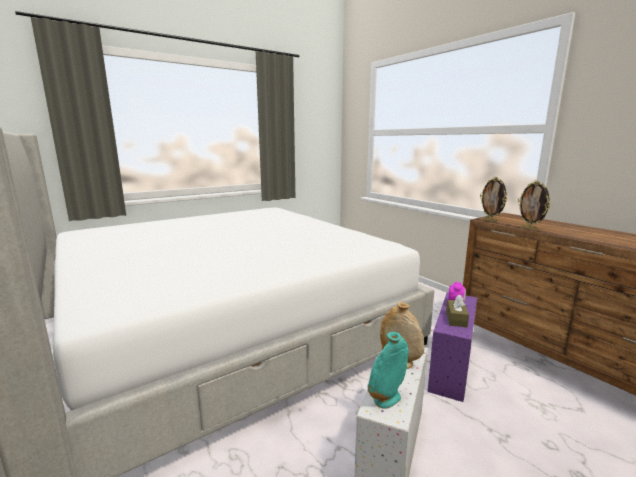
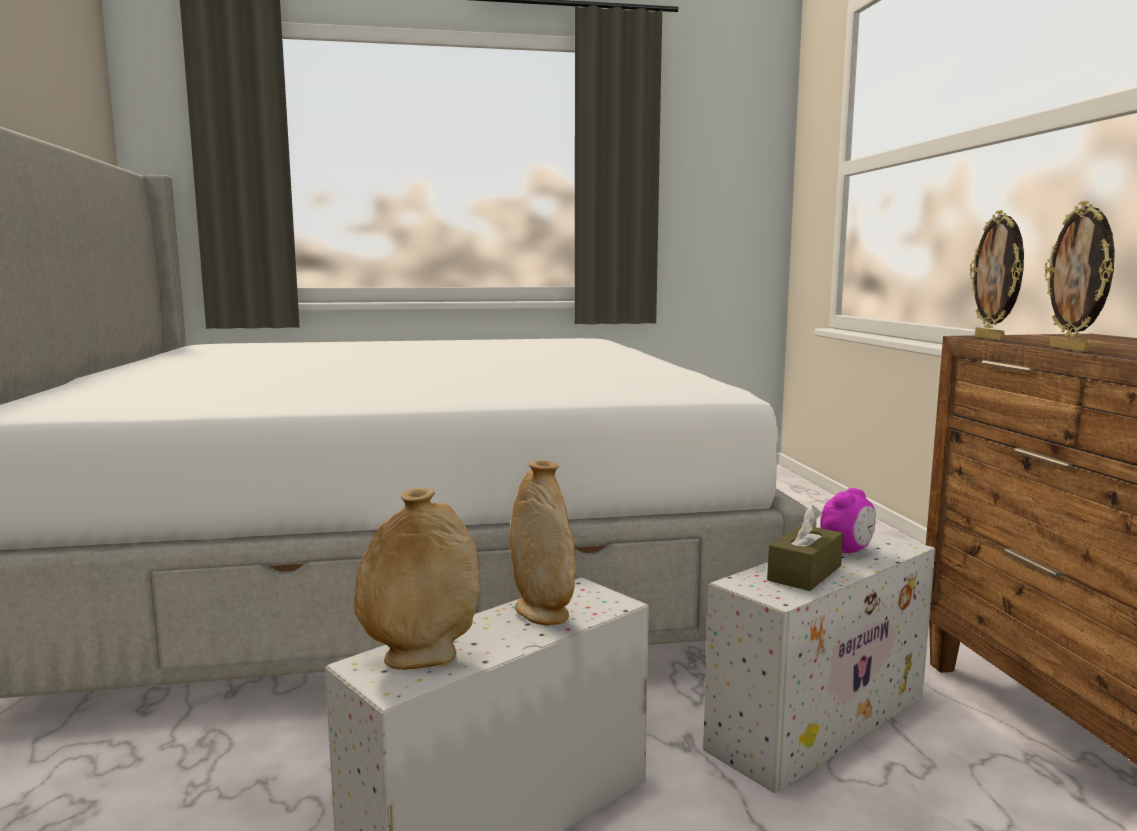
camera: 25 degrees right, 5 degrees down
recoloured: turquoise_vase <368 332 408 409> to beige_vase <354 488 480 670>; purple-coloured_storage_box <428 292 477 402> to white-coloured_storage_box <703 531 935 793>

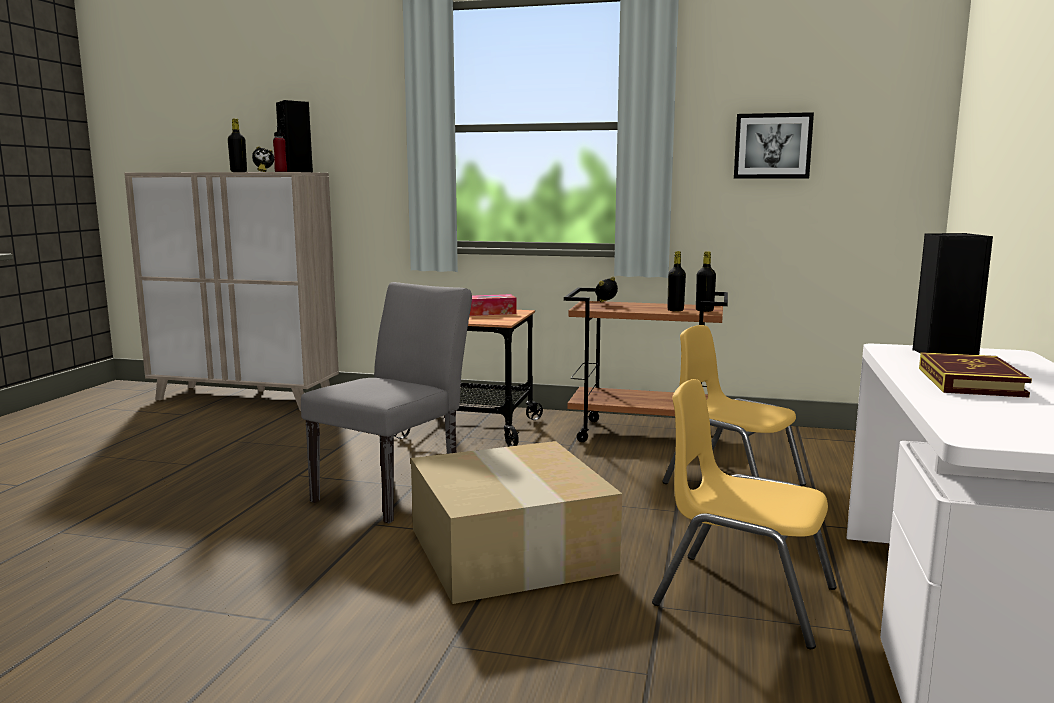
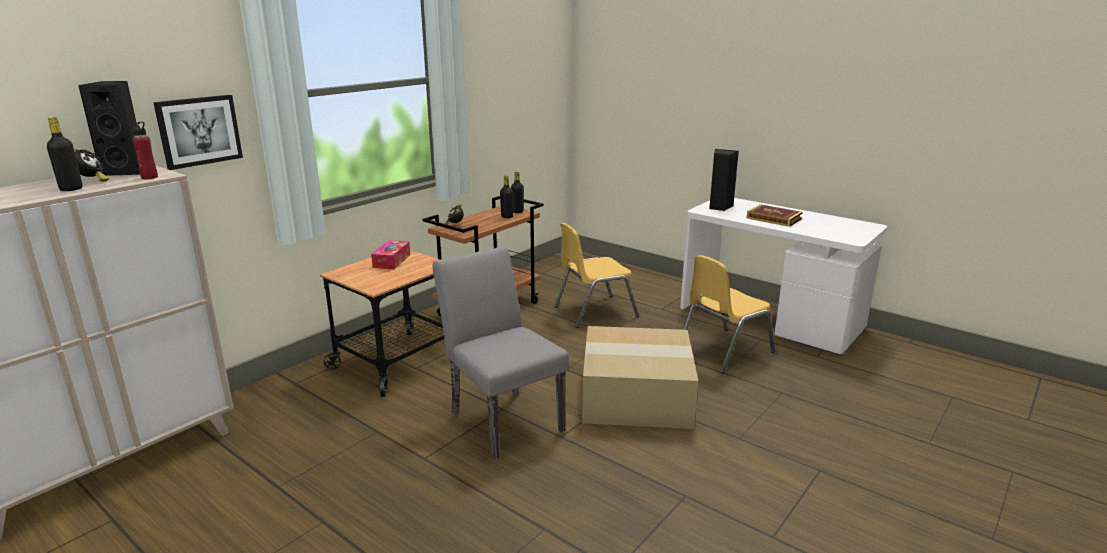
camera: 65 degrees left, 10 degrees up
moved: picture <734 112 814 179> to <153 95 243 170>

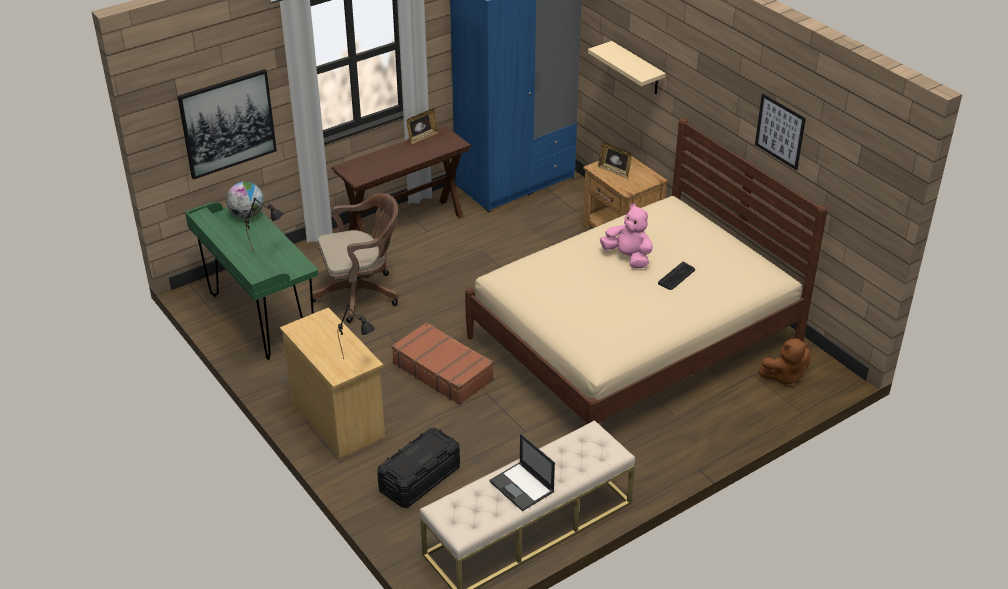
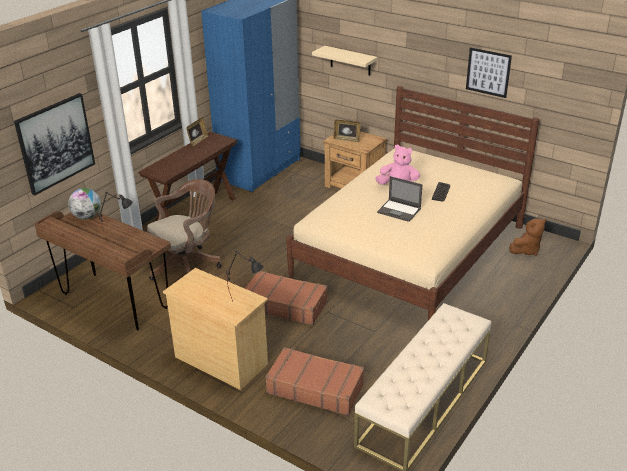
camera: 20 degrees left, 5 degrees down
moved: notebook_computer <489 434 555 511> to <377 176 423 222>
replaced: black_storage_box <377 428 460 508> to brown_piece_of_luggage <265 347 364 416>
recoloured: green_desk <185 202 318 360> to brown_desk <34 211 171 331>

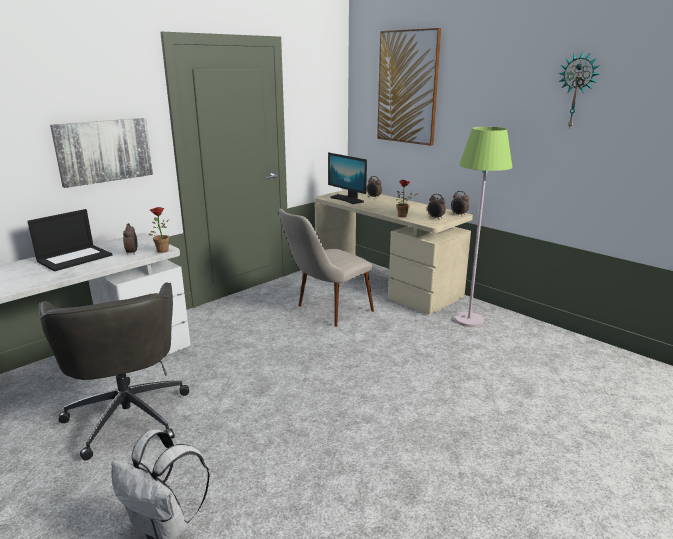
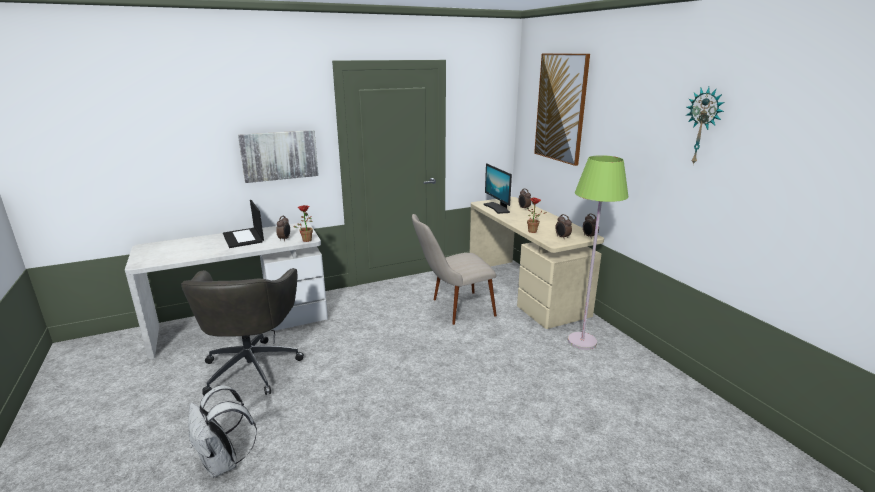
camera: 20 degrees right, 0 degrees up
turned: notebook_computer <27 209 112 272> = <223 200 264 248> 90 degrees clockwise

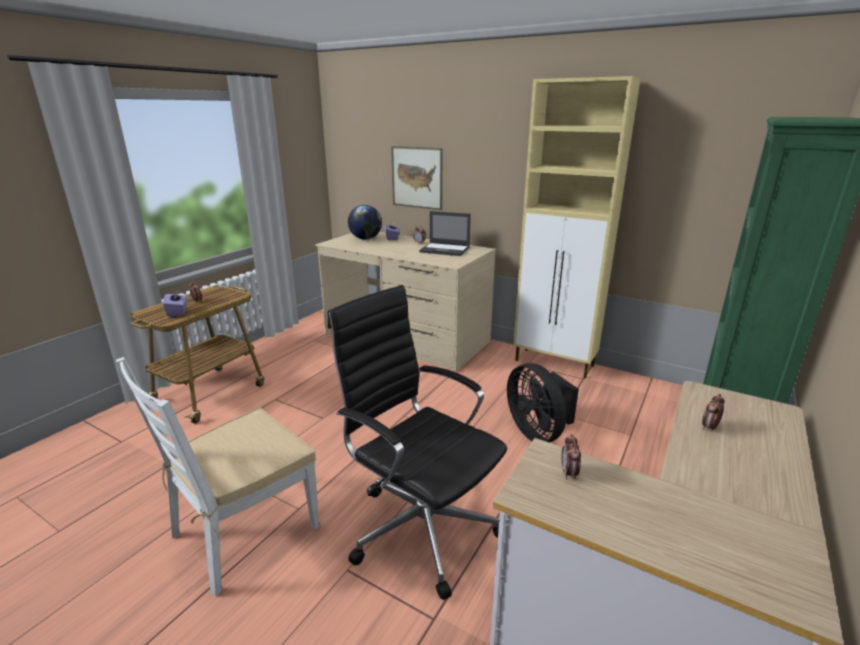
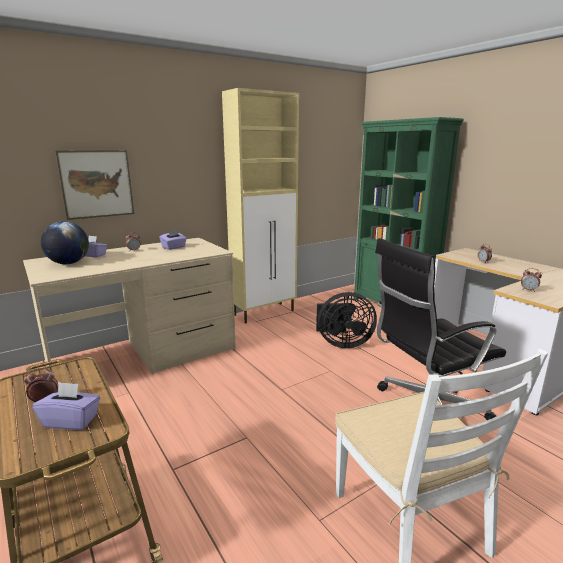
camera: 65 degrees left, 5 degrees down
replaced: notebook_computer <419 211 471 256> to purple-coloured_box_of_tissues <159 230 187 250>

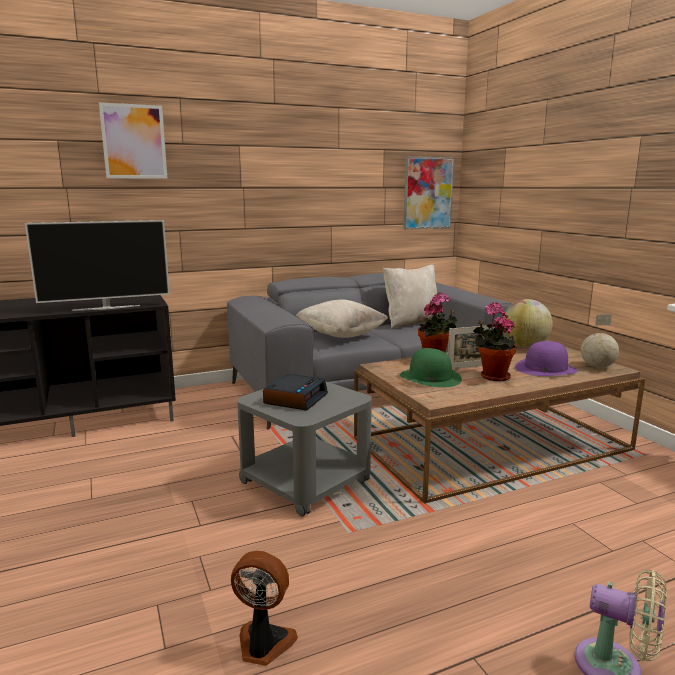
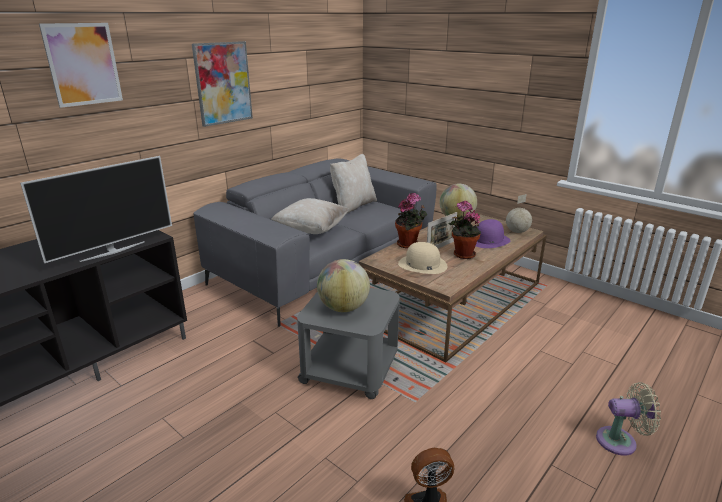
camera: 25 degrees left, 10 degrees up
moved: picture <404 156 454 230> to <192 41 253 127>
replaced: bedside_clock <263 374 328 411> to globe <317 259 370 312>
recoloured: green_wearable_hat <400 348 462 388> to beige_wearable_hat <398 242 448 274>

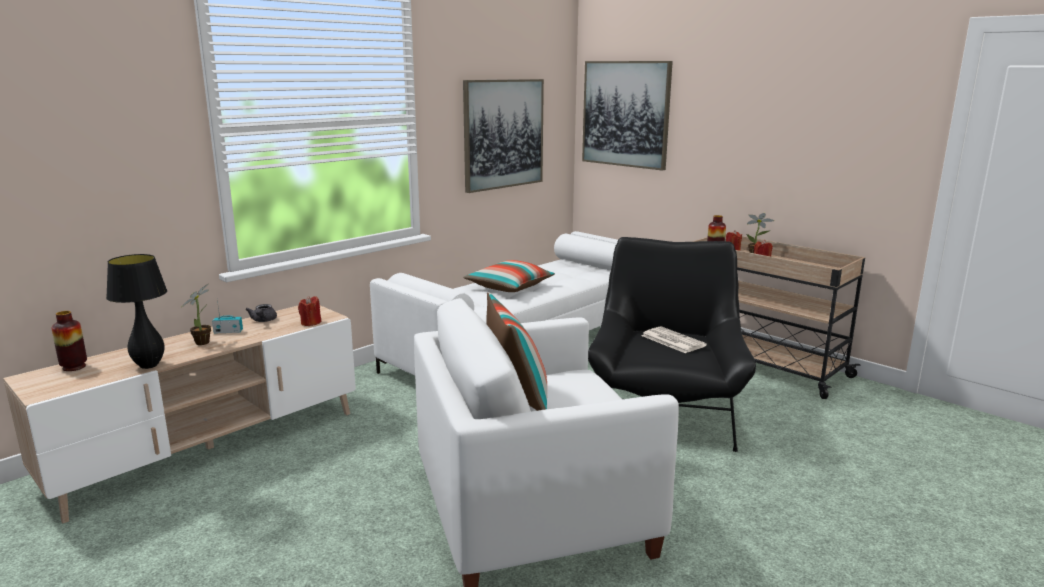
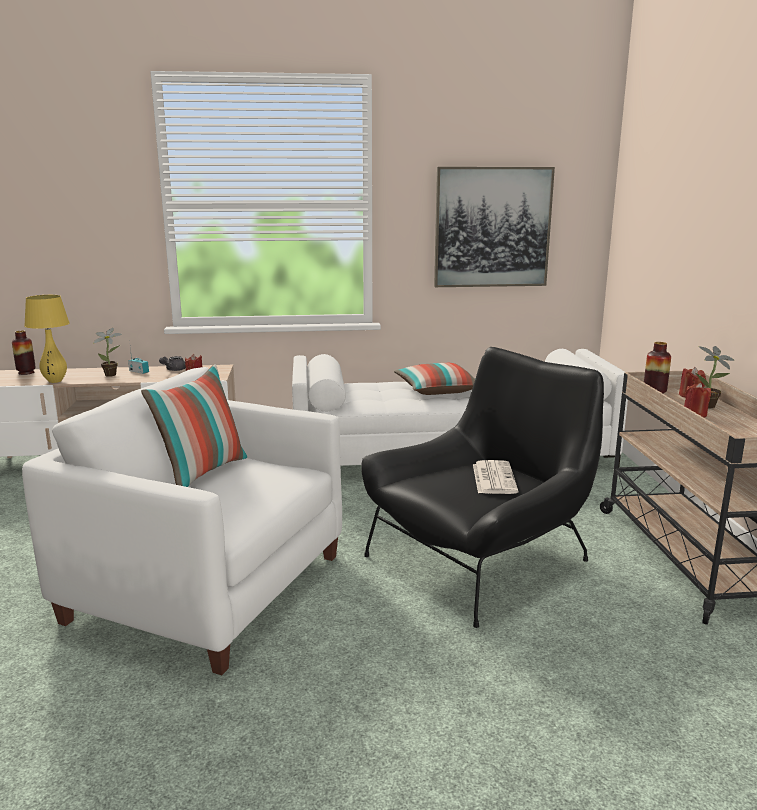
camera: 40 degrees right, 0 degrees up
removed: picture <582 61 673 171>
recoloured: black_table_lamp <106 254 167 369> to yellow-coloured_table_lamp <24 295 70 383>

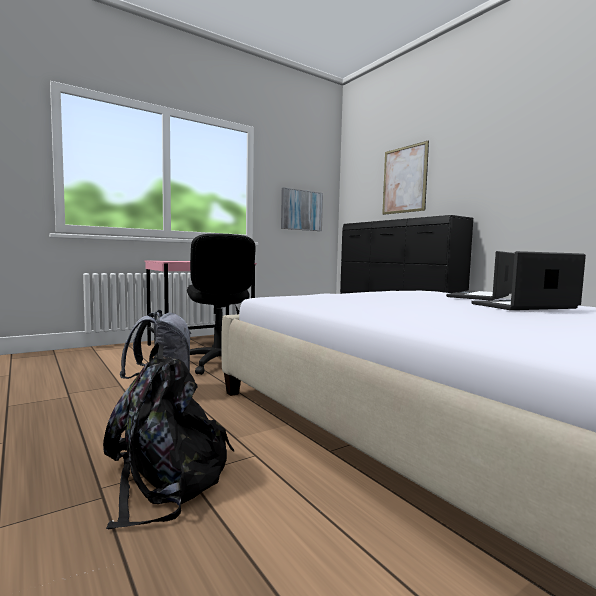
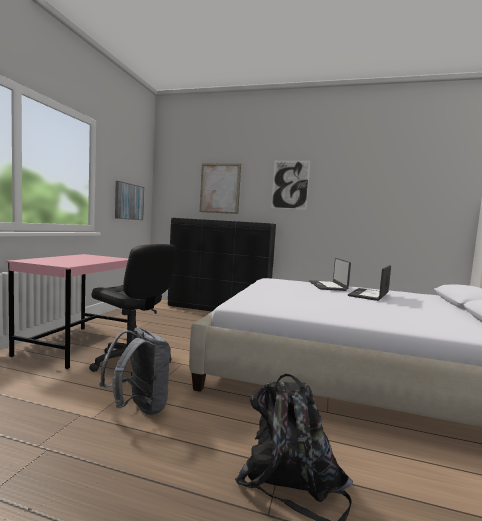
camera: 40 degrees left, 0 degrees up
added: picture <271 161 310 210>

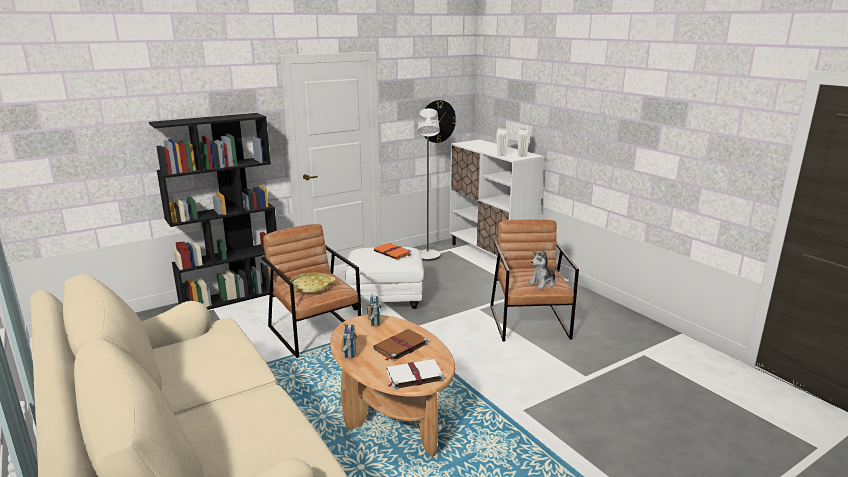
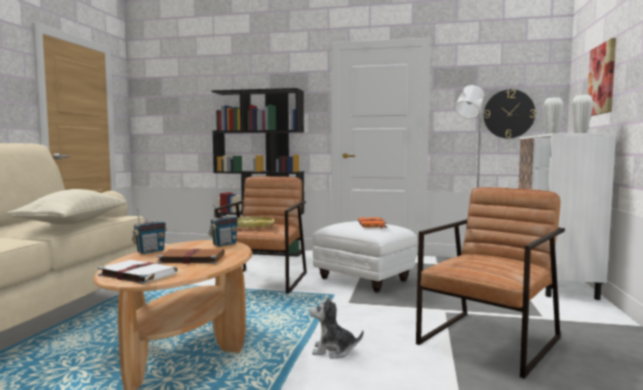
camera: 45 degrees right, 15 degrees down
added: beige_throw_pillow <7 189 127 225>; picture <588 38 616 116>
moved: cuddly_toy <528 250 557 289> to <309 297 363 359>

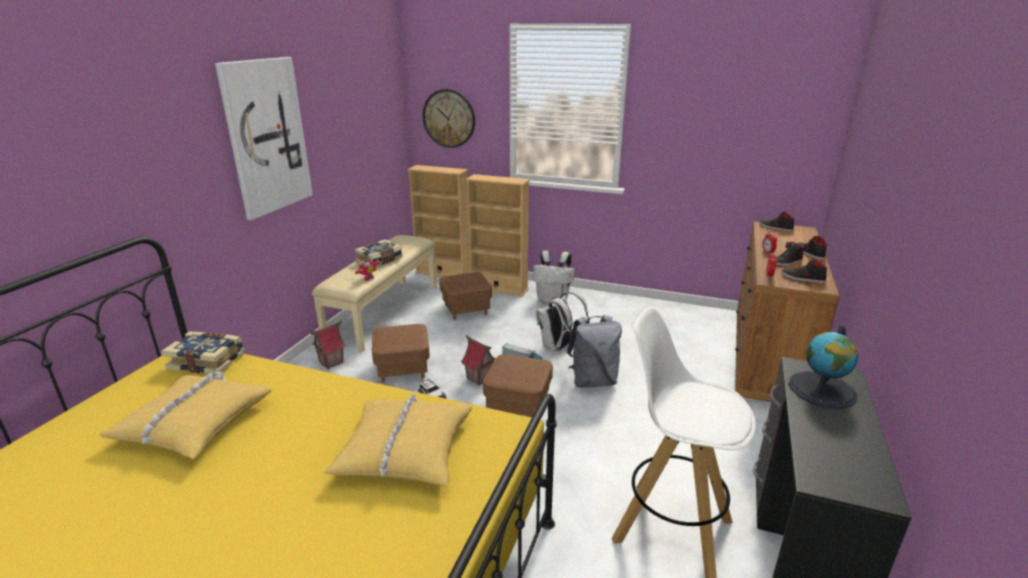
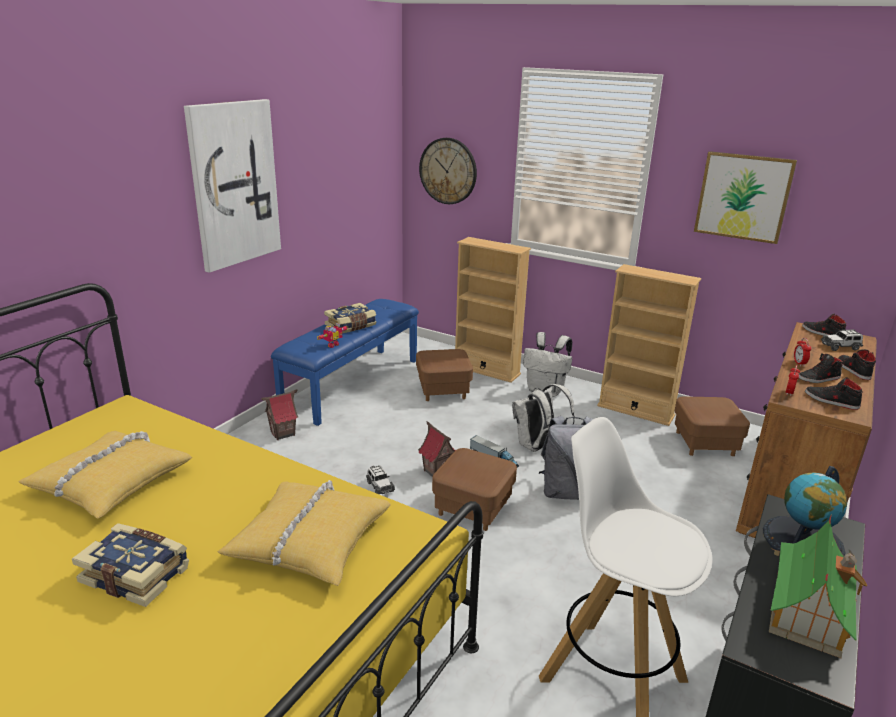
camera: 10 degrees right, 0 degrees up
added: picture <694 151 797 244>; model_house <769 514 867 658>; miniature_car <821 330 863 351>
moved: volume <161 331 245 374> to <72 523 189 607>; beige_bookcase <407 165 470 277> to <597 264 701 426>; brown_footrest <372 324 430 383> to <675 397 750 456>
recoloured: beige_bench <312 235 436 352> to blue_bench <271 299 419 426>

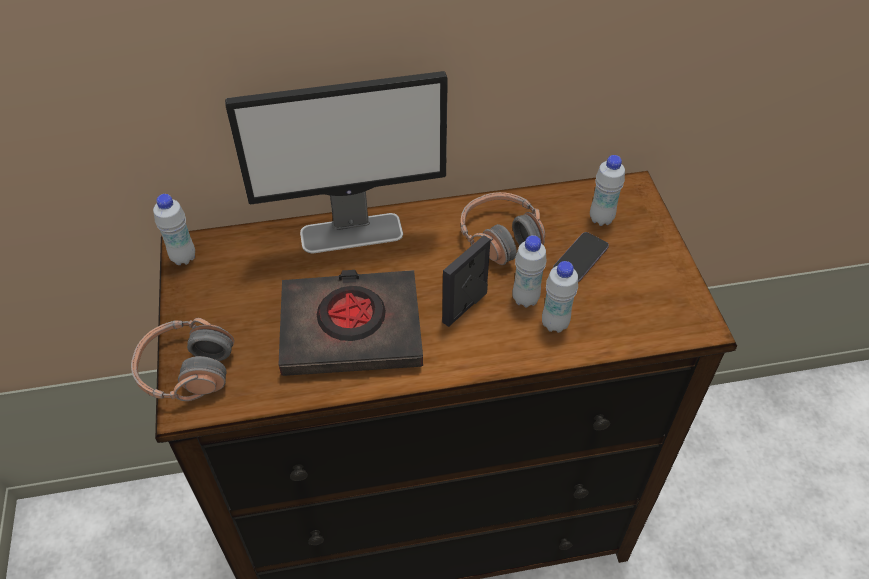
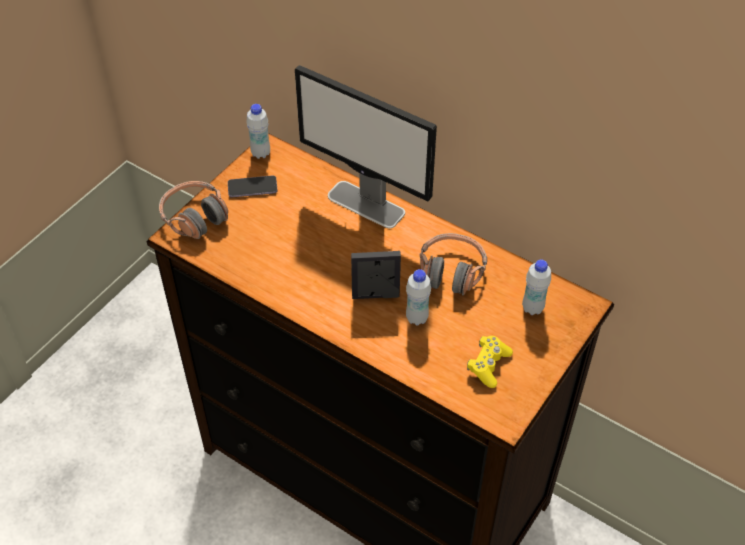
camera: 45 degrees right, 0 degrees up
removed: black_volume <279 270 423 376>; white-coloured_drink_bottle <542 261 578 333>
added: yellow-coloured_game_controller <467 336 513 388>
moved: handset <553 232 609 282> to <228 175 277 197>

